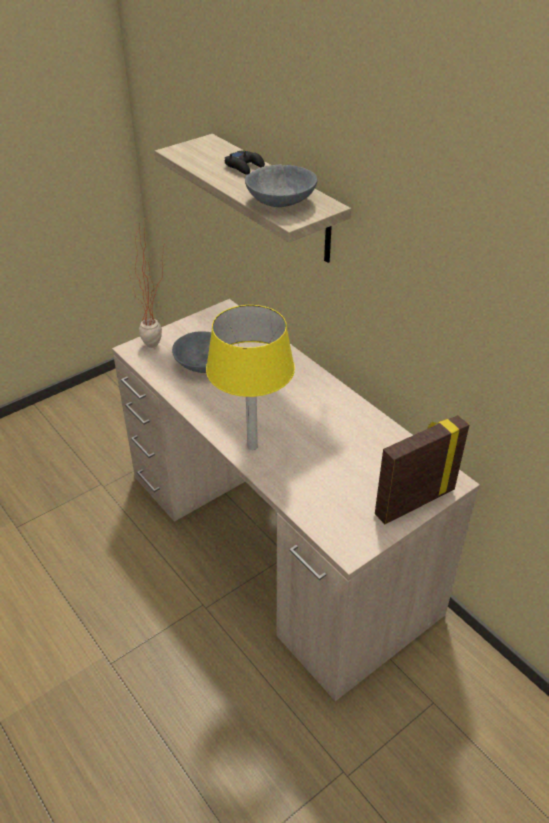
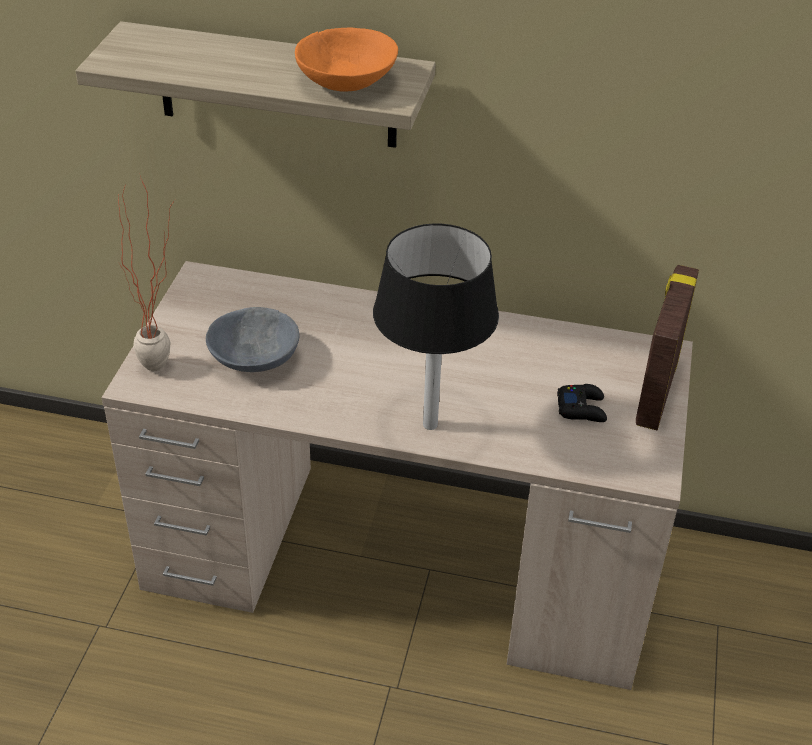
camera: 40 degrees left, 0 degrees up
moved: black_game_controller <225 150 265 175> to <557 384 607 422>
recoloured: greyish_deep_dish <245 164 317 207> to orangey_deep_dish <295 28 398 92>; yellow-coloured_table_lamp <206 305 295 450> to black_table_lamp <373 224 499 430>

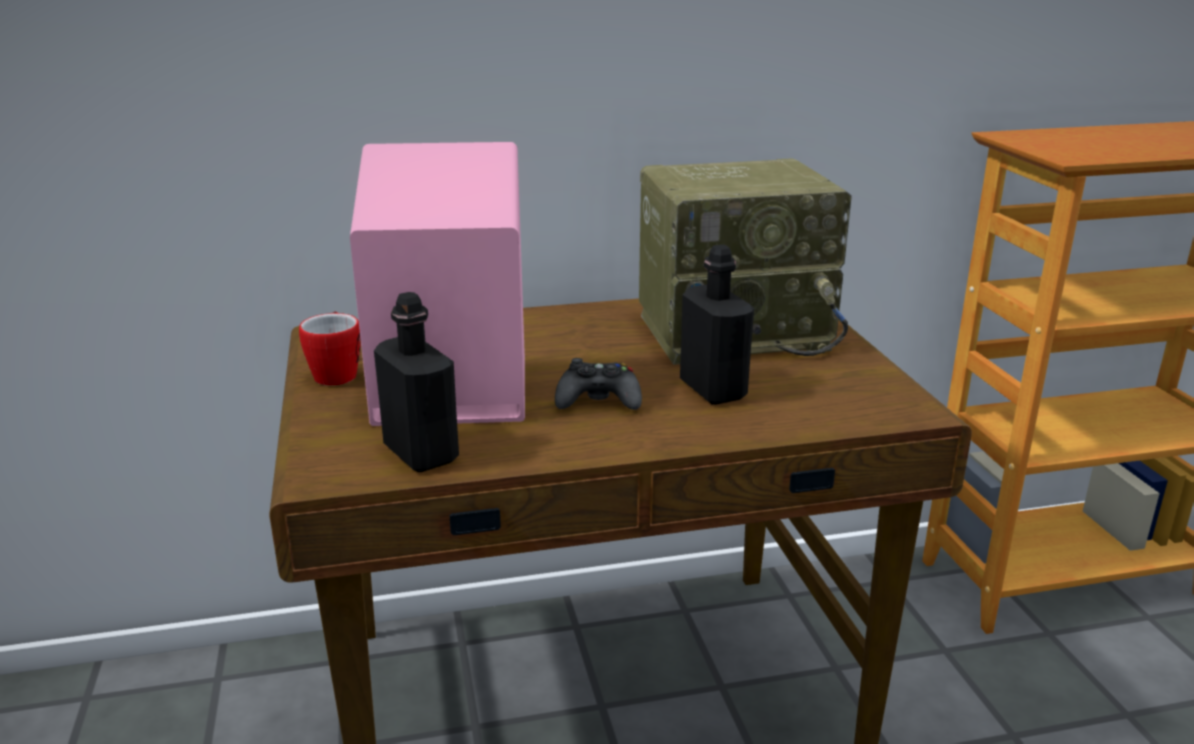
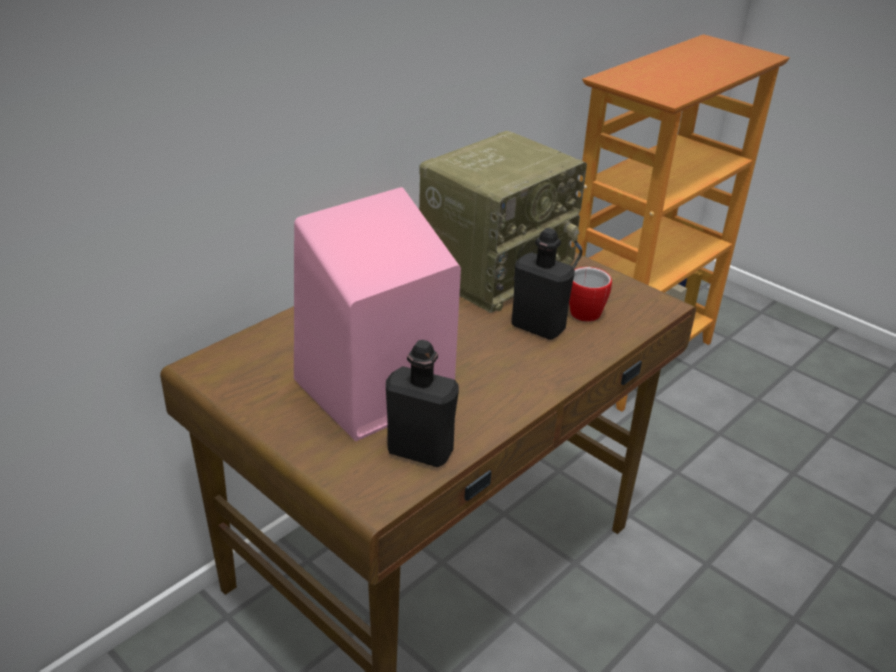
camera: 35 degrees left, 10 degrees up
removed: black_game_controller <555 358 642 410>
moved: tea_mug <299 311 361 386> to <569 267 612 322>

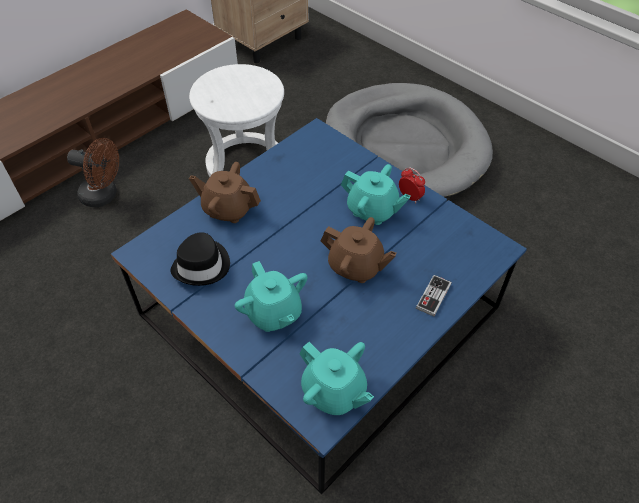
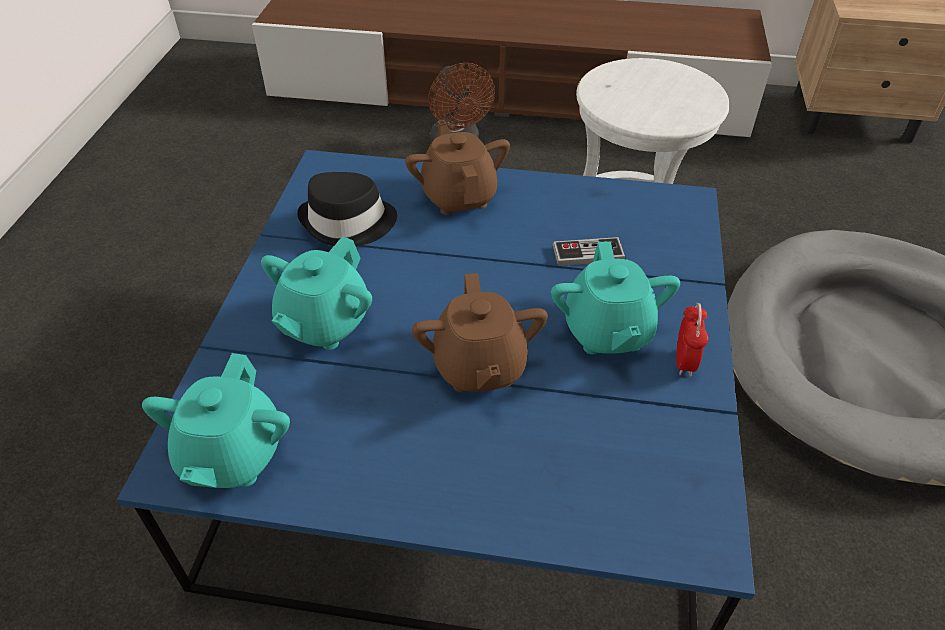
camera: 55 degrees right, 5 degrees down
moved: game_controller <416 275 452 317> to <553 237 625 266>

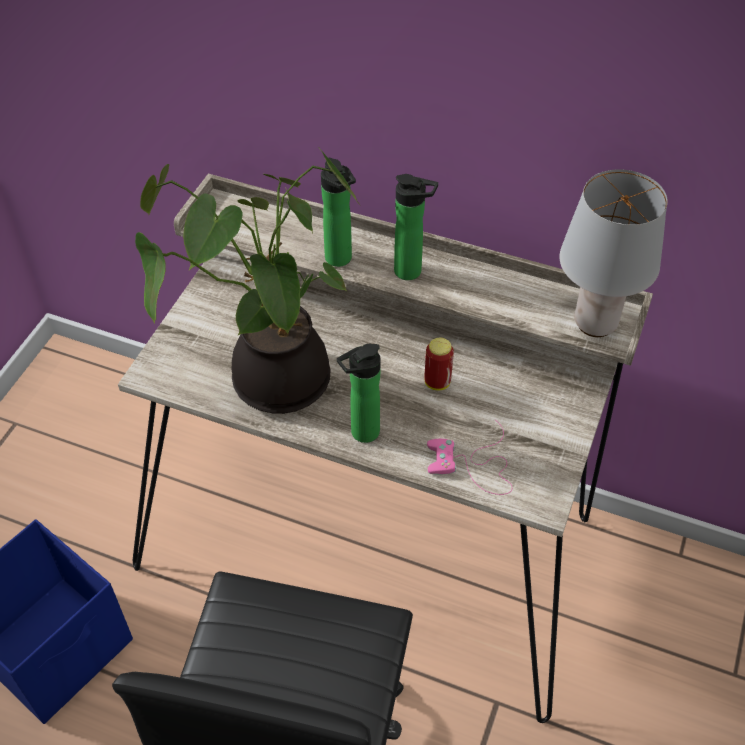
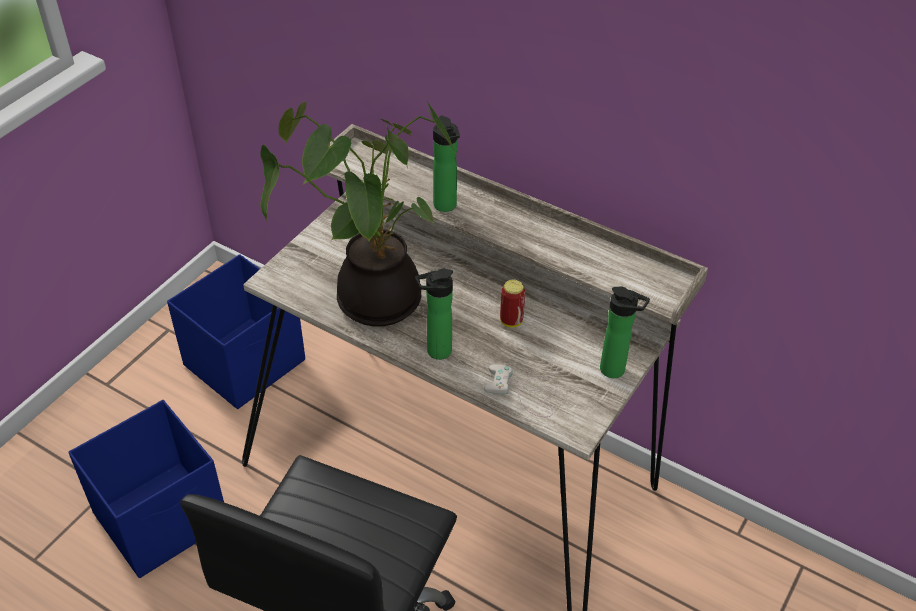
camera: 10 degrees right, 5 degrees down
removed: greyish_table_lamp <560 169 668 337>
added: blue_storage_box <167 254 305 409>
moved: drink_bottle <394 174 438 280> to <600 286 650 378>
recoloured: pinkish_game_controller <427 420 512 495> to white-coloured_game_controller <484 359 558 417>

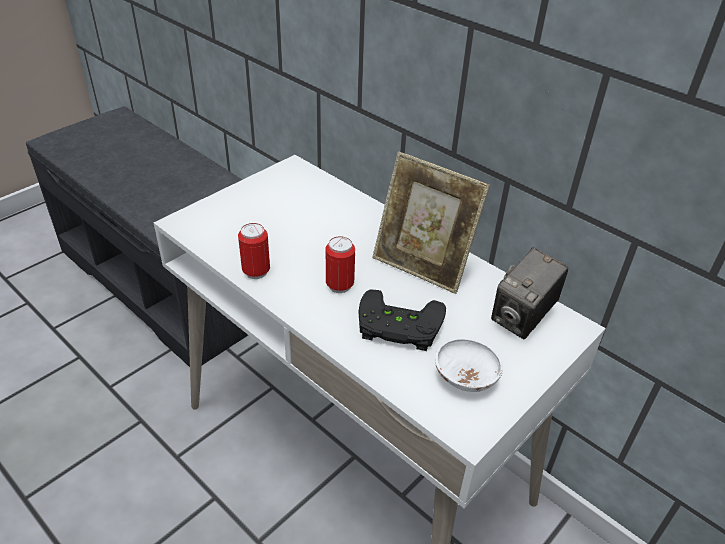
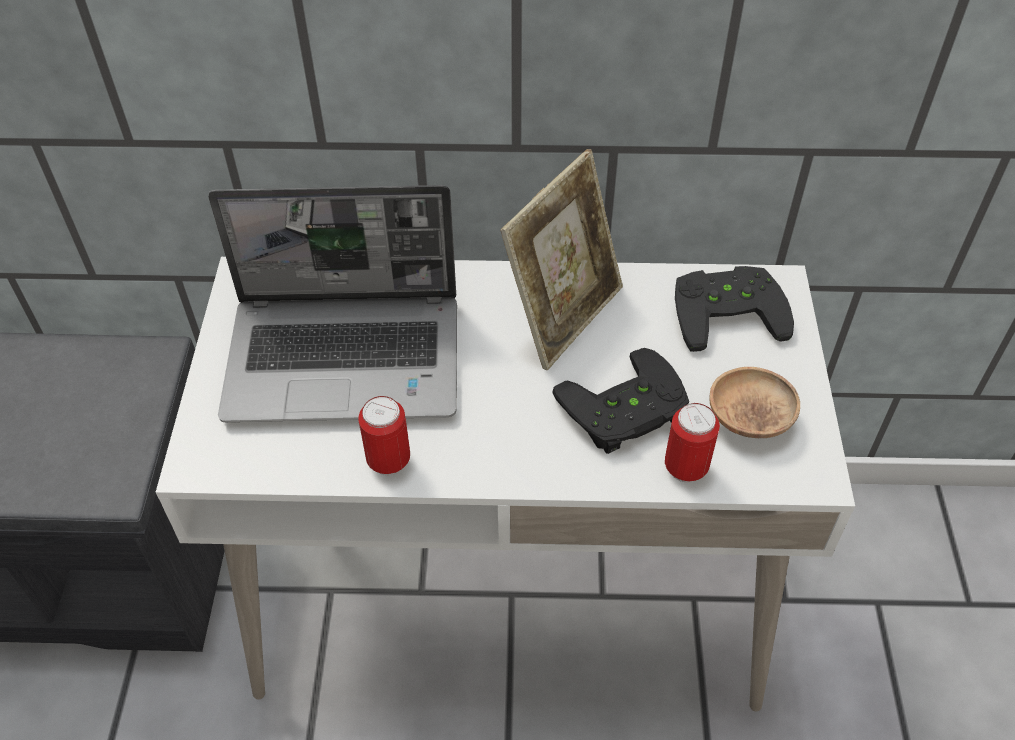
camera: 40 degrees left, 10 degrees up
added: notebook_computer <208 185 457 422>
moved: metal_can <326 236 355 293> to <665 403 720 483>
replaced: photo_camera <491 247 568 339> to black_game_controller <675 266 794 352>
recoloured: white-coloured_deep_dish <435 338 503 392> to brown_deep_dish <710 367 800 438>
turned: picture_frame <372 152 490 294> = <500 149 623 370> 45 degrees counterclockwise

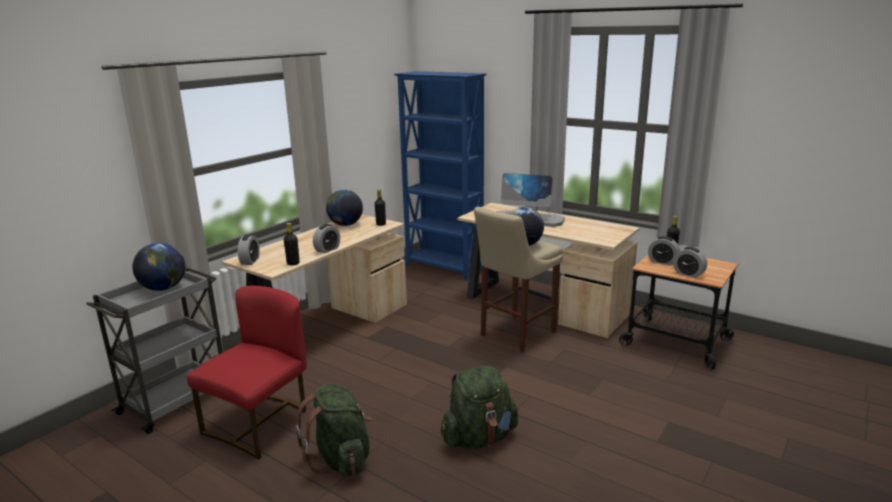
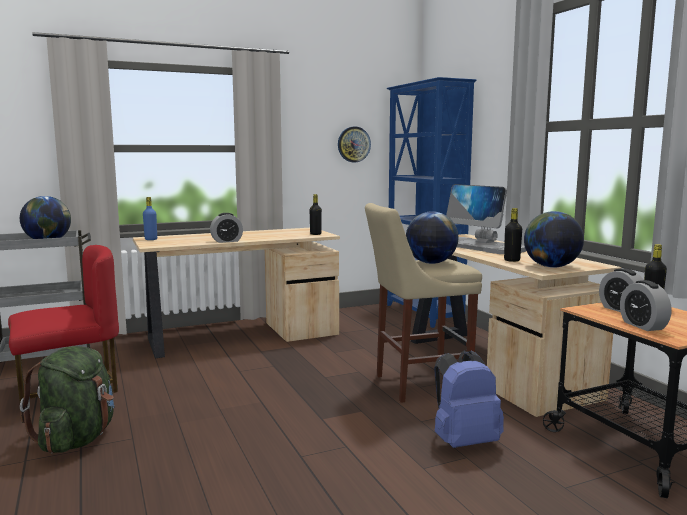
camera: 30 degrees right, 10 degrees down
removed: green_rucksack <441 366 518 449>
added: wall_clock <338 126 371 162>; blue_rucksack <434 351 504 448>
moved: black_drink_bottle <284 223 300 265> to <504 208 522 262>; globe <326 190 363 226> to <524 211 584 268>
replaced: bedside_clock <238 234 260 265> to blue_drink_bottle <143 197 157 240>

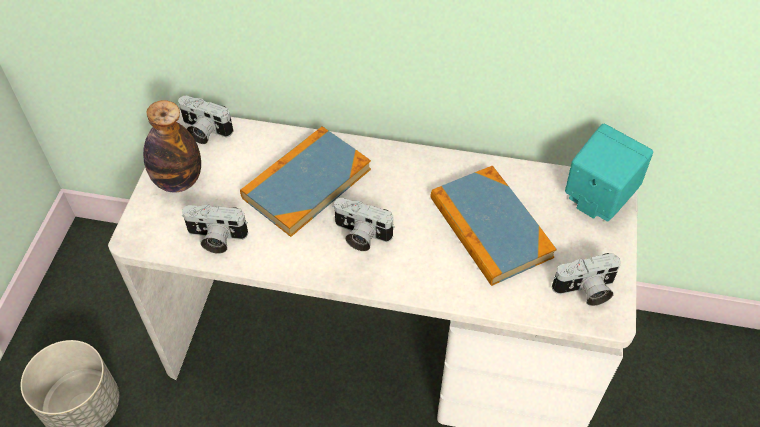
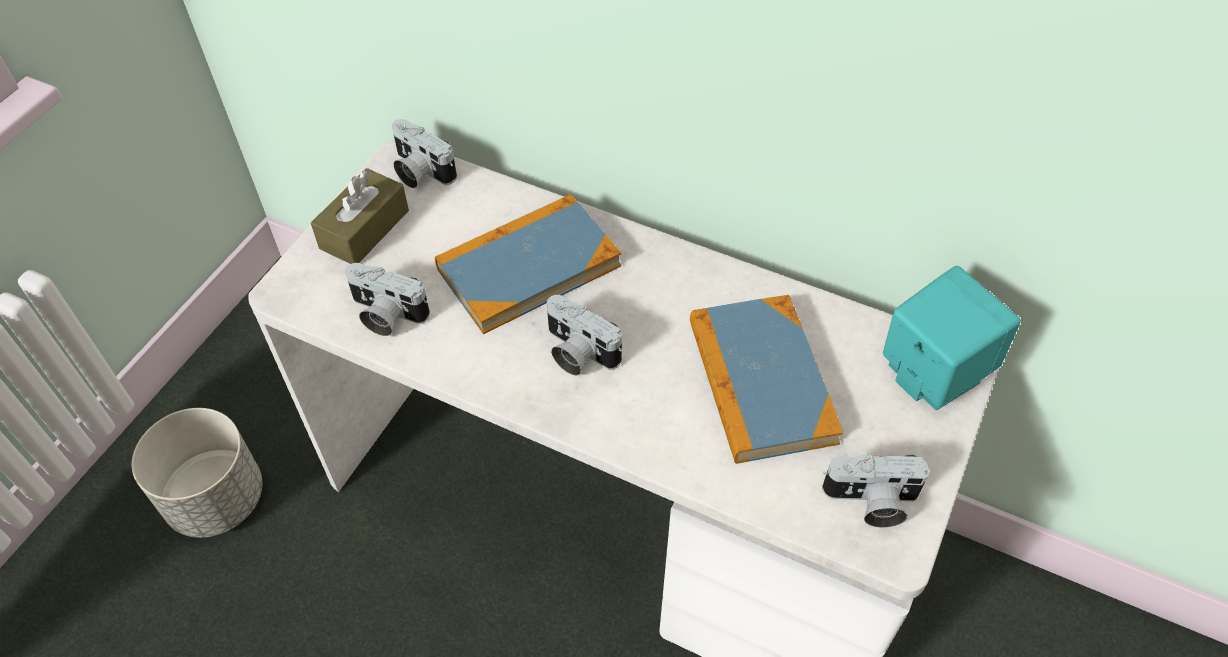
camera: 15 degrees right, 0 degrees up
replaced: drink_bottle <143 100 201 193> to brown_box_of_tissues <311 168 409 264>

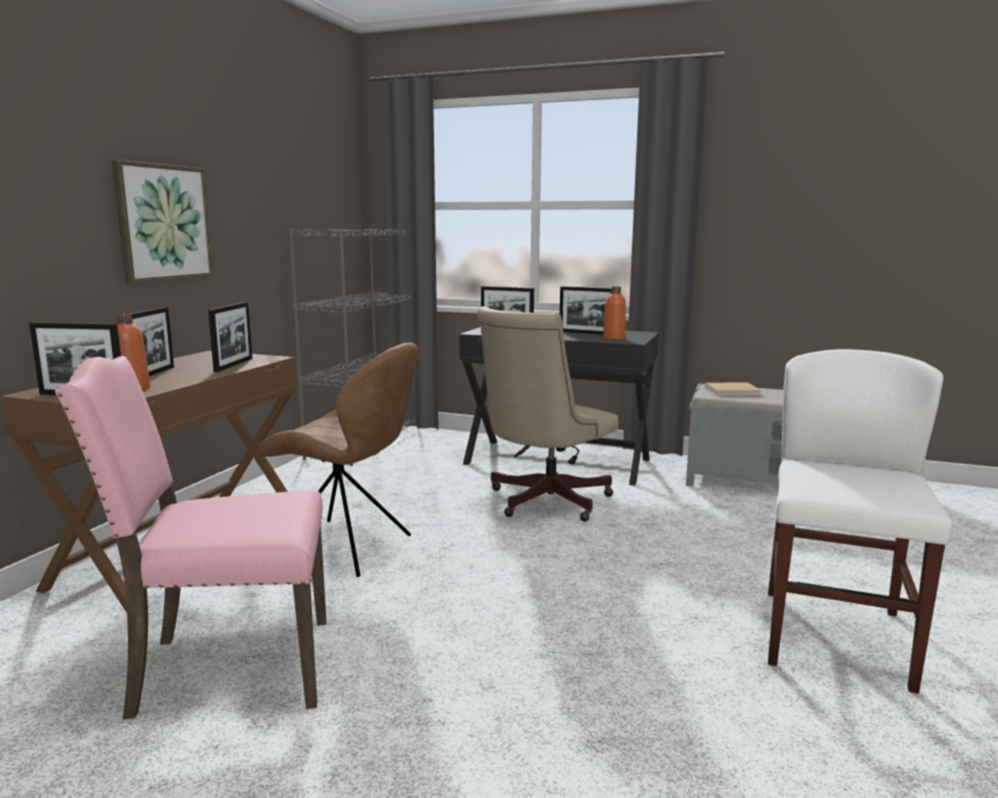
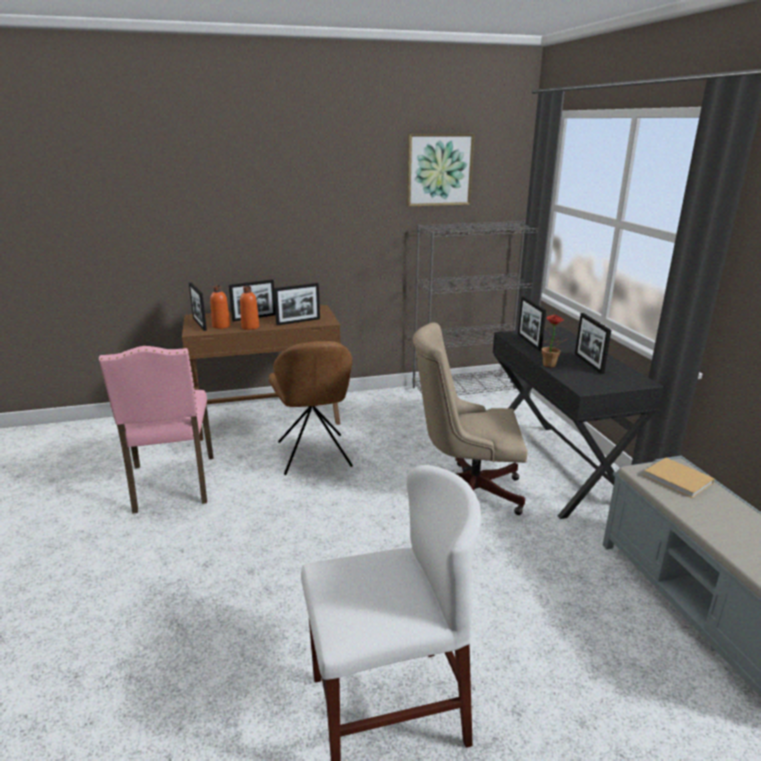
camera: 55 degrees right, 10 degrees up
added: potted_plant <542 315 567 367>
moved: orangey_drink_bottle <603 286 626 340> to <240 286 259 330>; picture <112 160 214 283> to <406 134 475 207>
turned: pinkish_chair <55 356 326 719> = <99 346 213 514> 150 degrees counterclockwise

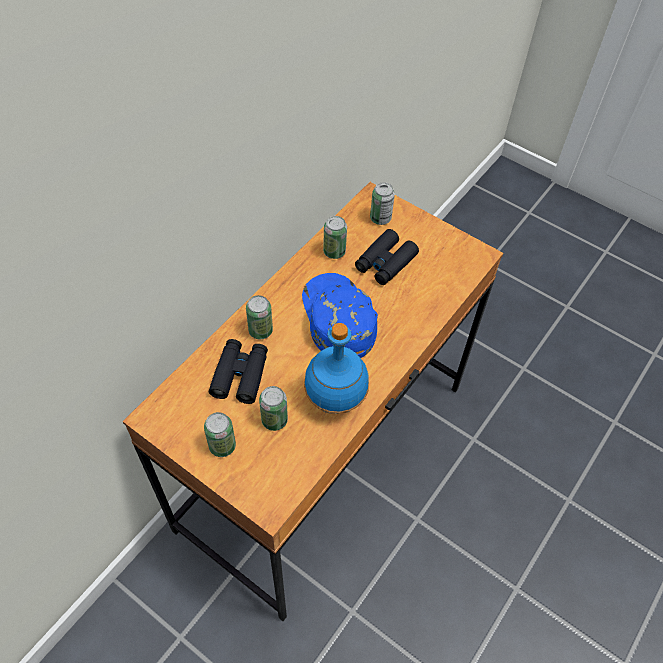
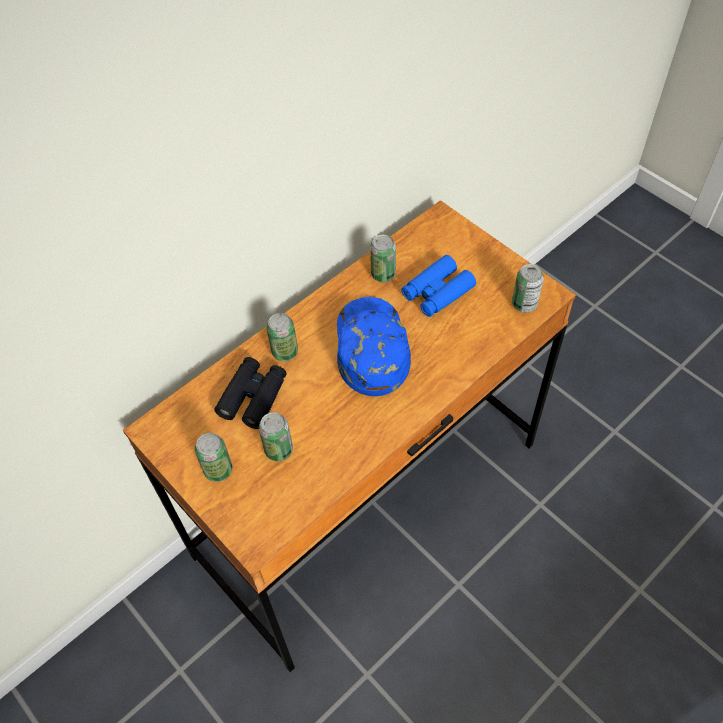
camera: 15 degrees right, 0 degrees up
removed: blue_drink_bottle <304 323 369 414>
moved: metal_can <370 182 395 225> to <512 264 544 312>
recoloured: black_field_glasses <355 229 419 285> to blue_field_glasses <401 255 476 317>

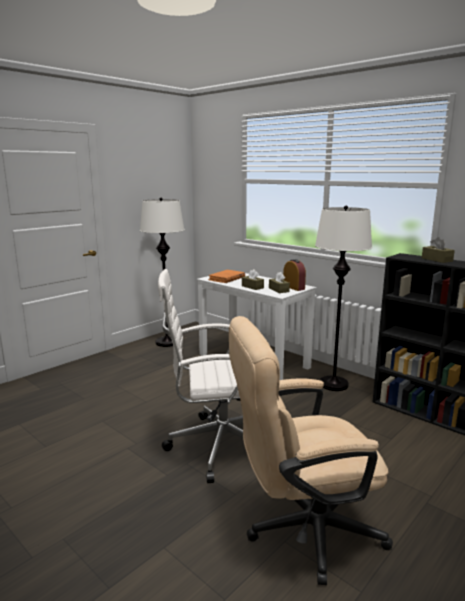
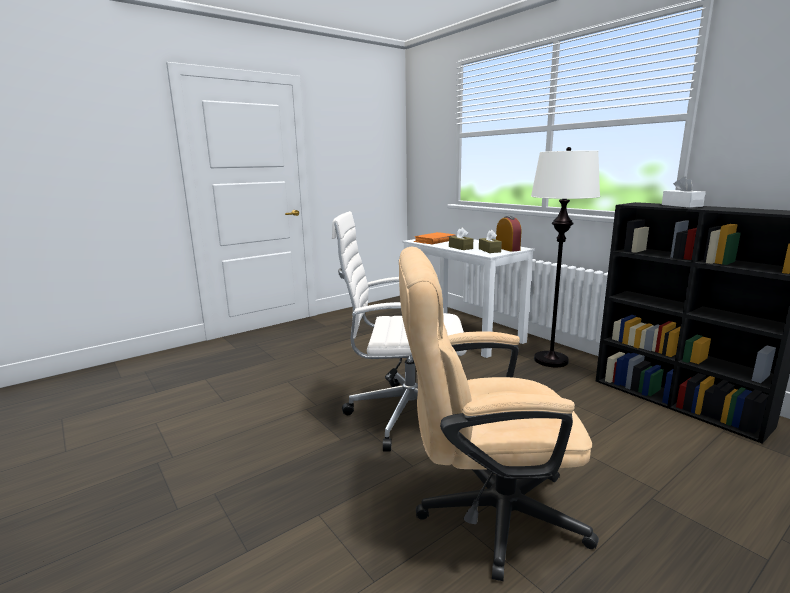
camera: 10 degrees right, 0 degrees up
removed: white-coloured_standard_lamp <140 198 184 347>
recoloured: brown_box_of_tissues <422 237 455 263> to white-coloured_box_of_tissues <662 177 706 208>

